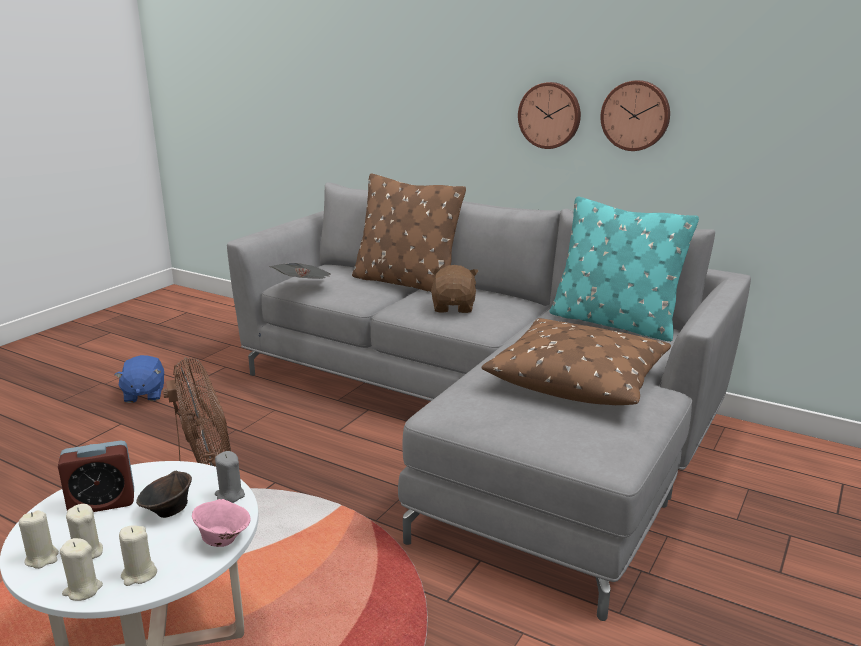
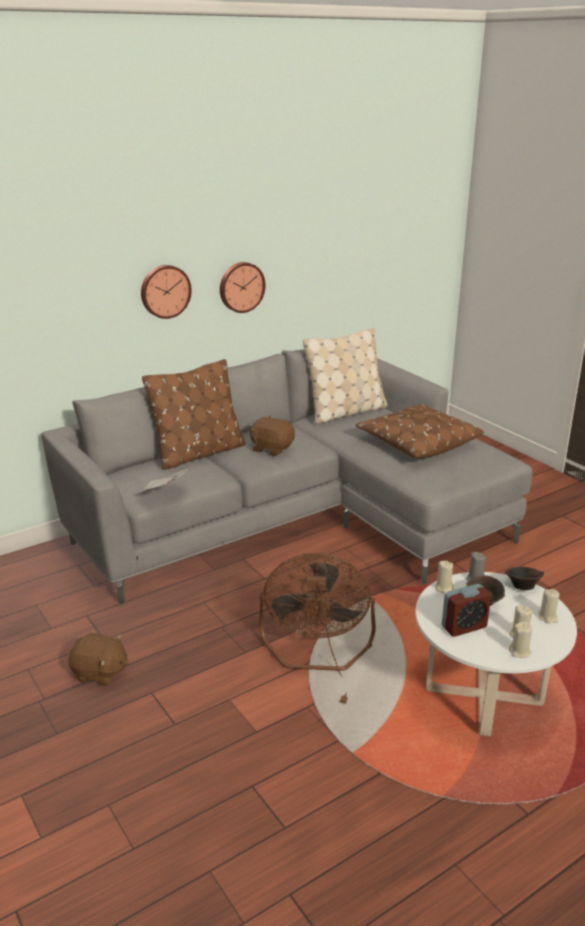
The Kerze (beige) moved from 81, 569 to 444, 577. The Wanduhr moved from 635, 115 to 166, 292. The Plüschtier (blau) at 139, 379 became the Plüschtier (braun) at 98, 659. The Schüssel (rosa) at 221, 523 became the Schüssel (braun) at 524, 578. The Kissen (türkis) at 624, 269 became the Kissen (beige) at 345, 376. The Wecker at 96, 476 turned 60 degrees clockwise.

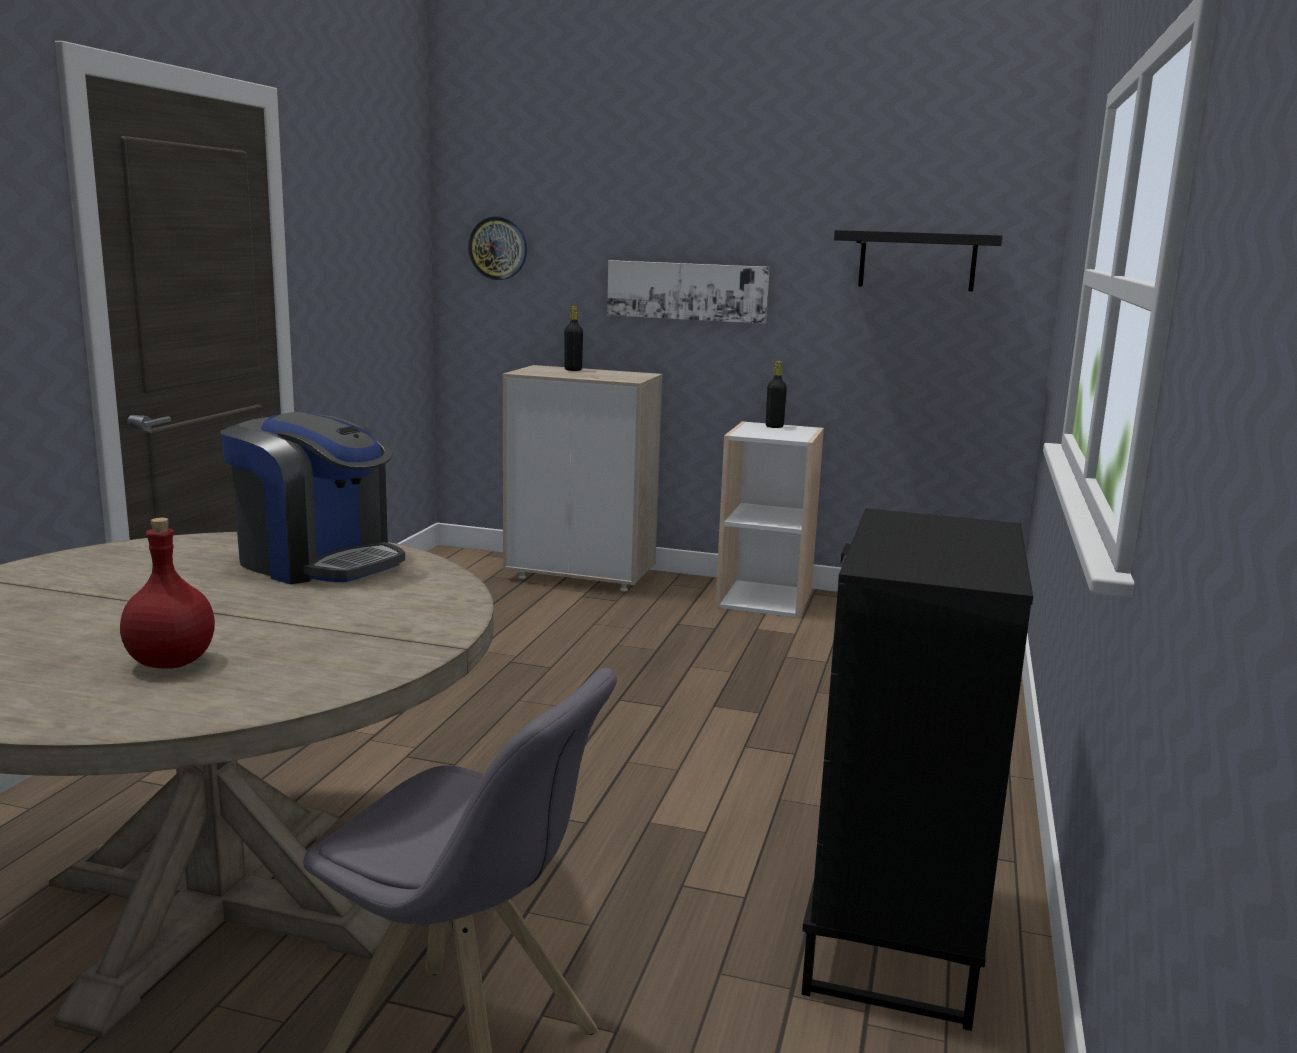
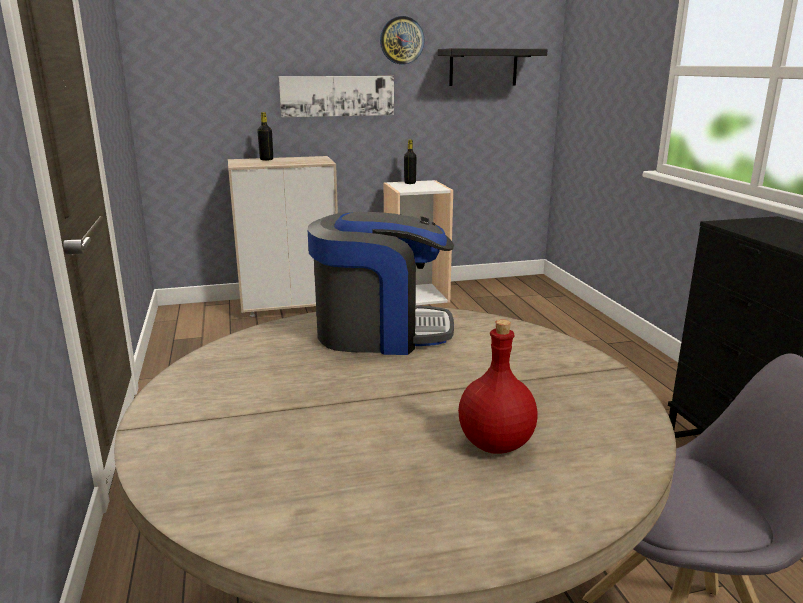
The Wanduhr moved from 497, 248 to 402, 40.

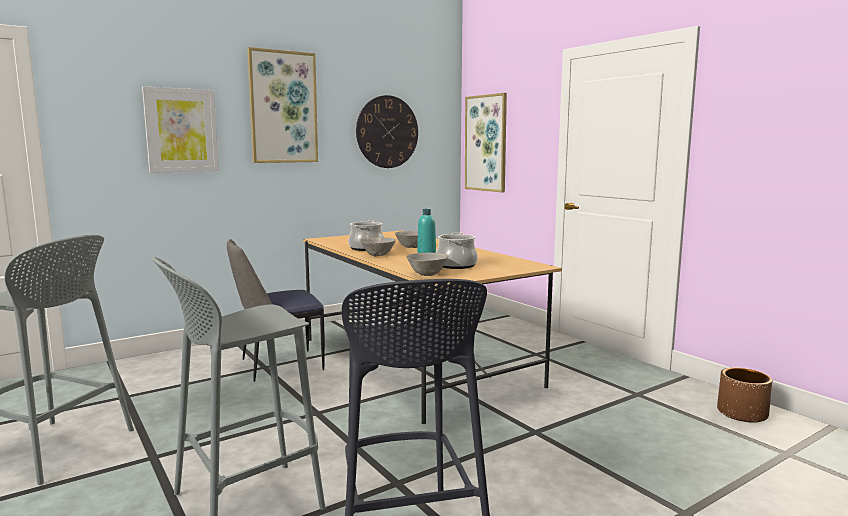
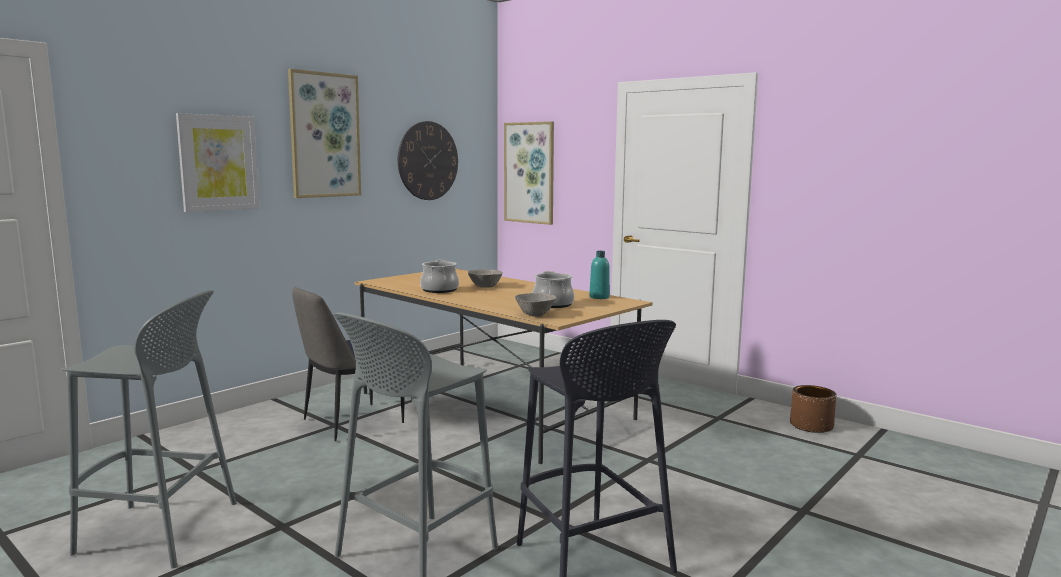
The Schüssel (grau) at 378, 246 disappeared. The Flasche (türkis) moved from 426, 231 to 599, 275.

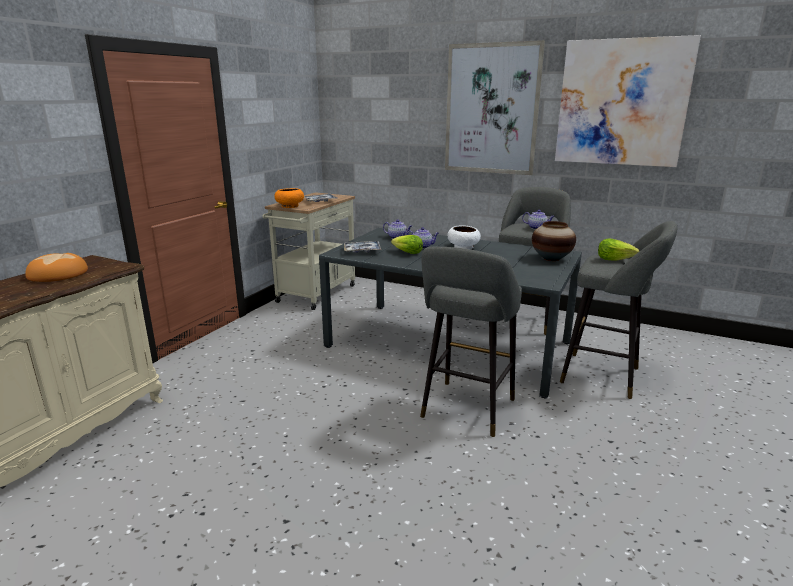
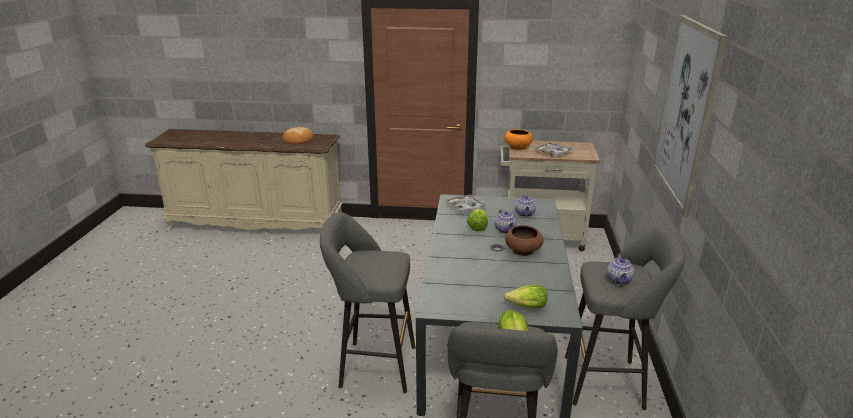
The Bild at 628, 101 disappeared. The Vase at 554, 241 was replaced by the Salatkopf at 526, 297. The Schüssel (weiß) at 464, 237 became the Schüssel (braun) at 524, 240.

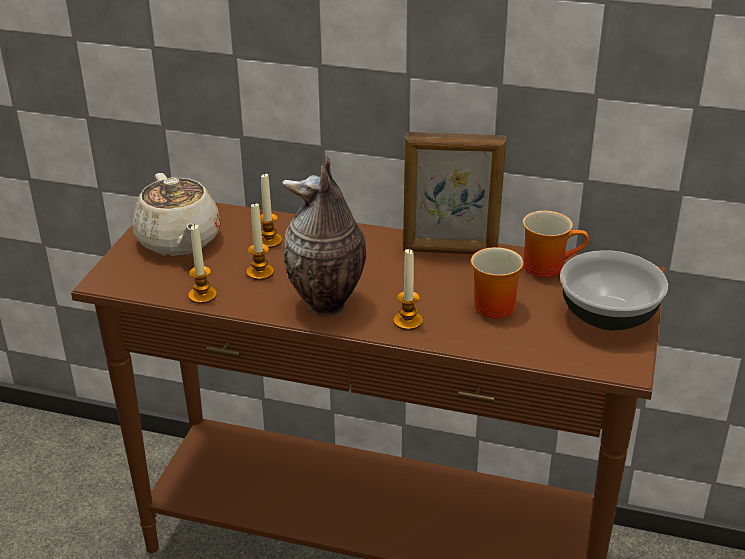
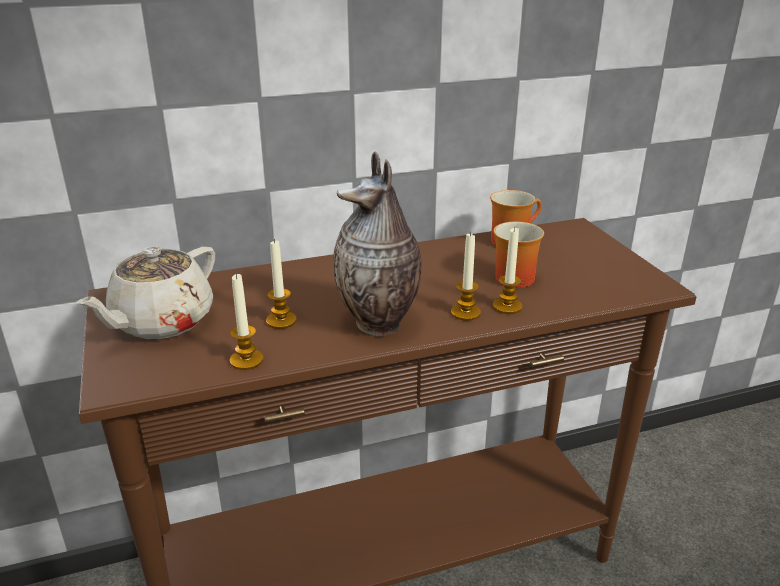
The Bilderrahmen at 454, 193 disappeared. The Schüssel at 614, 290 disappeared. The Kerze moved from 271, 210 to 508, 270. The Teekanne (beige) at 177, 214 turned 90 degrees clockwise.

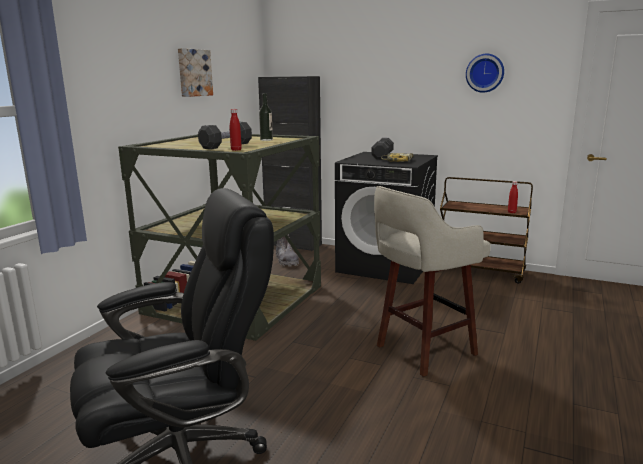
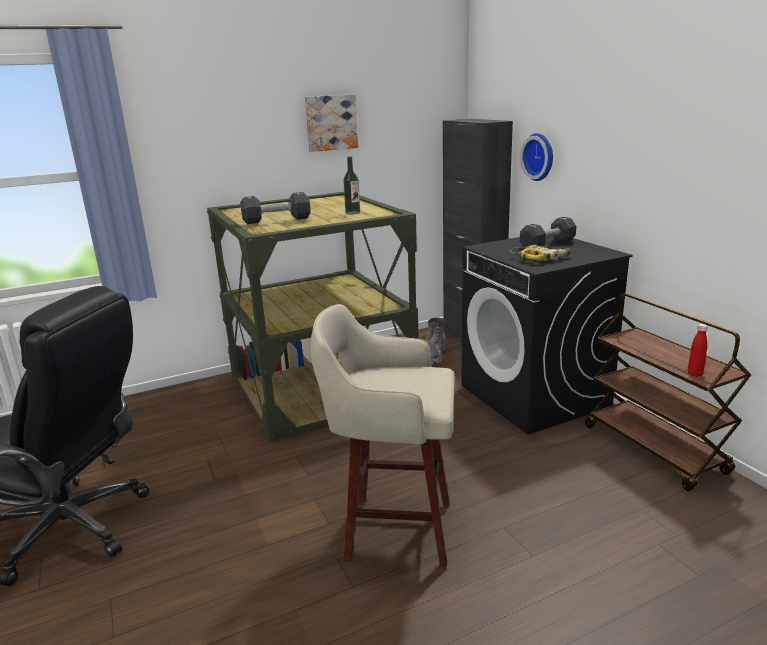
The Flasche (rot) at 236, 130 disappeared. The Wanduhr moved from 485, 73 to 536, 157.

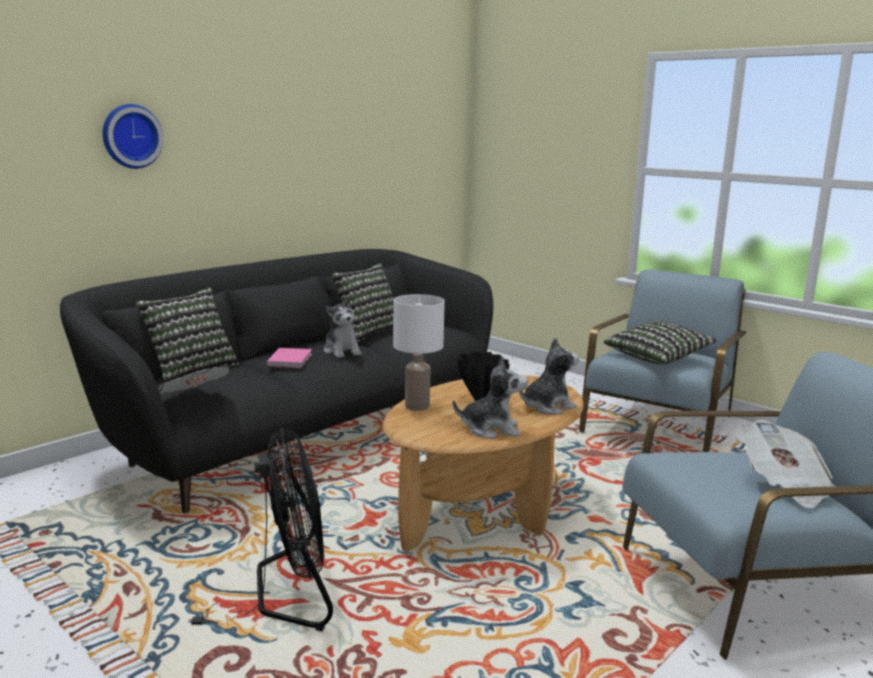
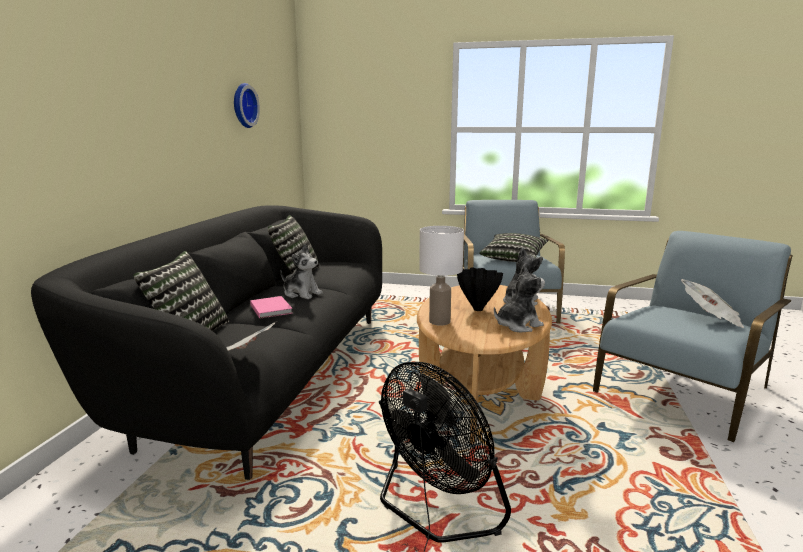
The Wanduhr moved from 133, 136 to 247, 105.

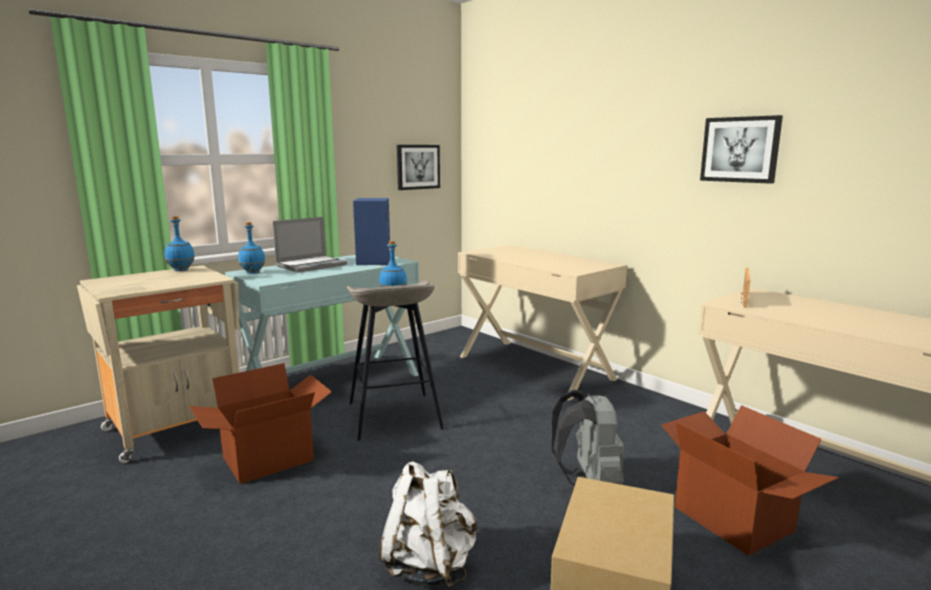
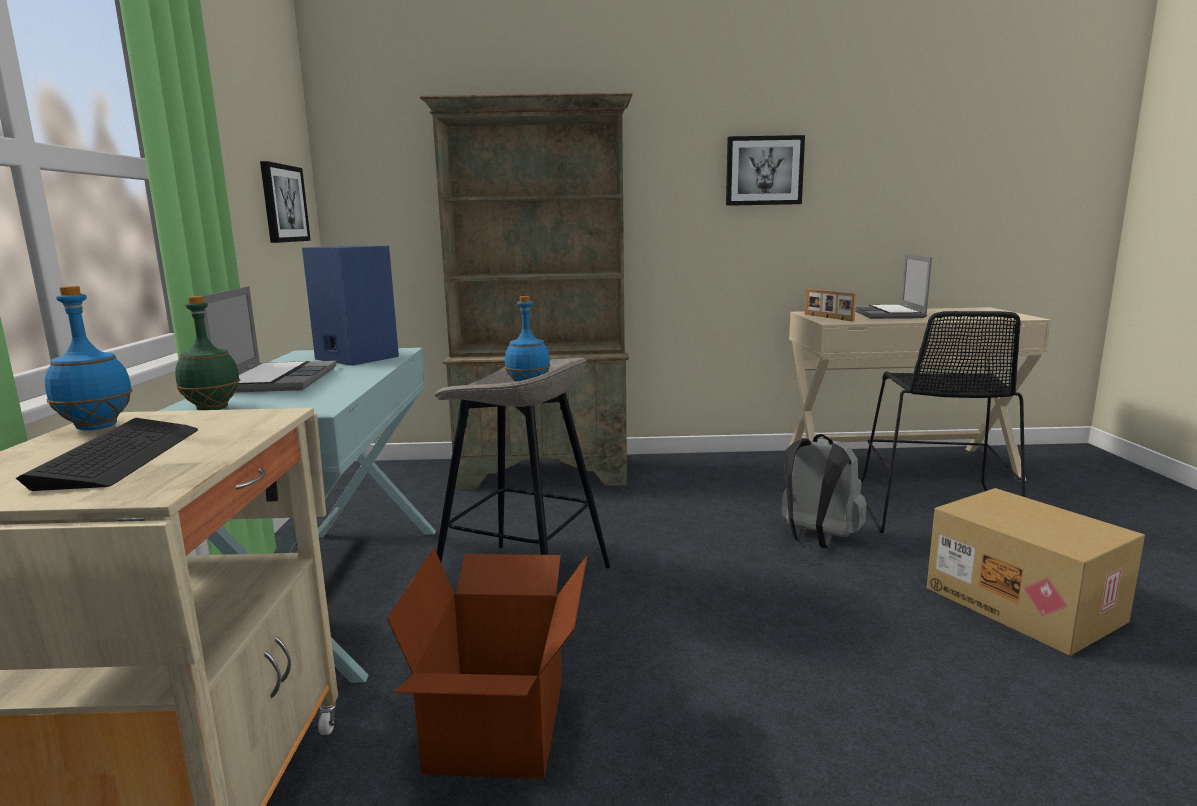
The Rucksack (weiß) at 428, 524 disappeared. The Tastatur at 107, 454 appeared. The Laptop at 893, 286 appeared. The Schreibtisch (beige) at 542, 323 was replaced by the Bücherregal (grün) at 526, 291. The Karton at 750, 480 was replaced by the Hocker (schwarz) at 943, 422. The Flasche (blau) at 251, 248 became the Flasche (grün) at 207, 353.

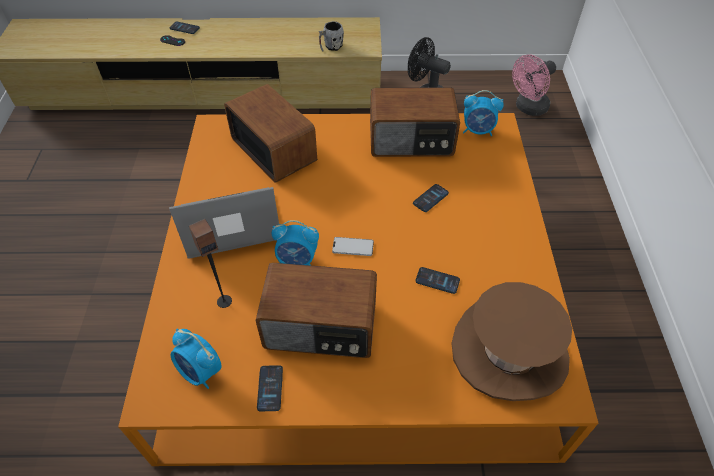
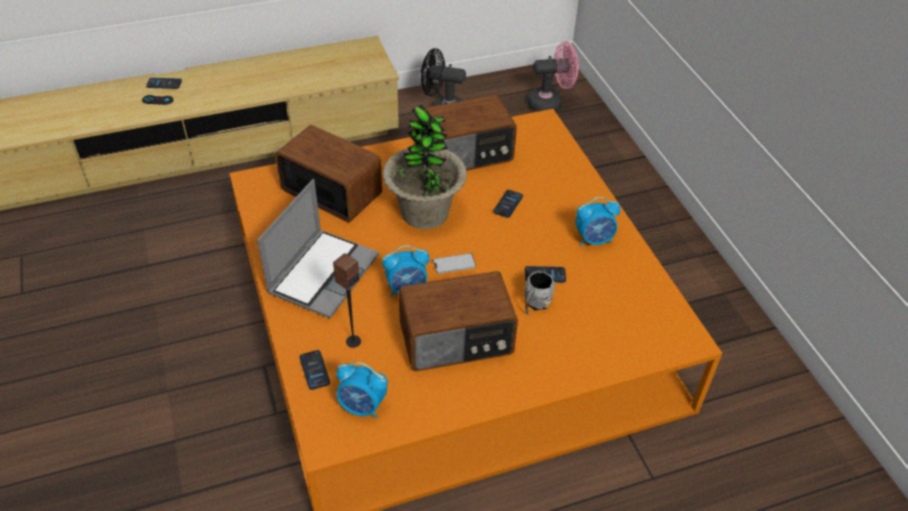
The Hut (braun) at 511, 341 disappeared. The Topfpflanze at 425, 167 appeared. The Handy moved from 270, 388 to 315, 370. The Henkelbecher (grau) moved from 331, 36 to 539, 293. The Wecker moved from 483, 113 to 597, 221. The Laptop at 224, 223 turned 150 degrees clockwise. The Ventilator (rosa) at 534, 85 turned 135 degrees counterclockwise.

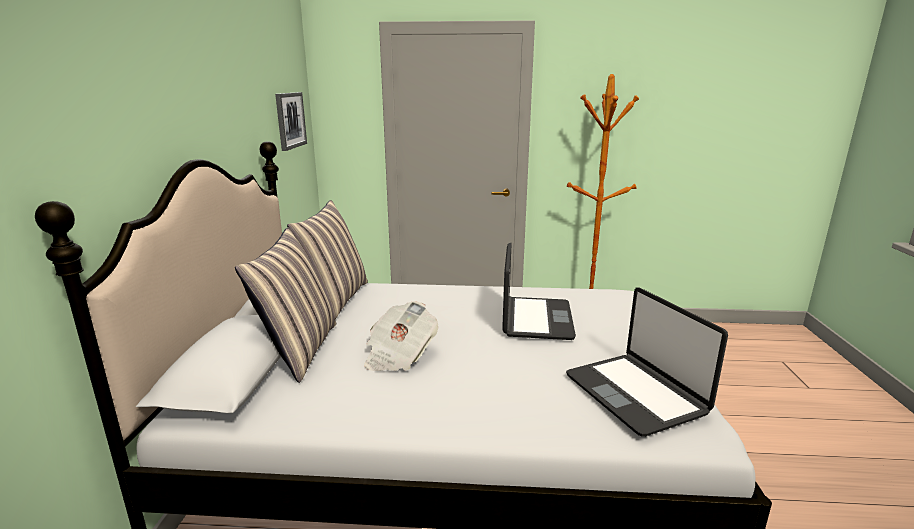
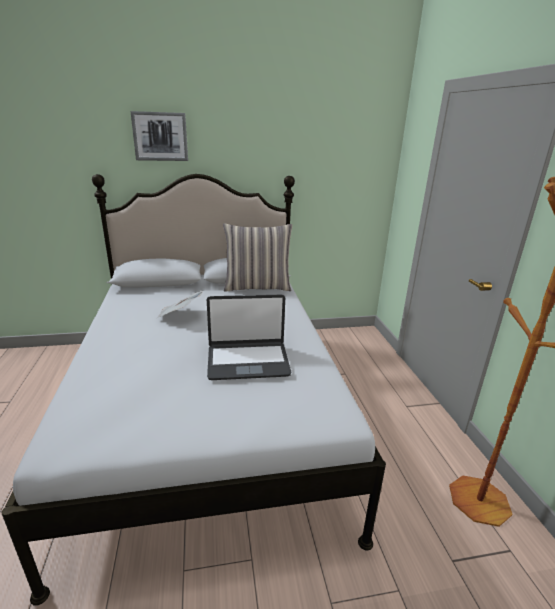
The Kissen at 285, 305 disappeared. The Laptop at 647, 362 disappeared. The Bild moved from 291, 121 to 159, 136.

